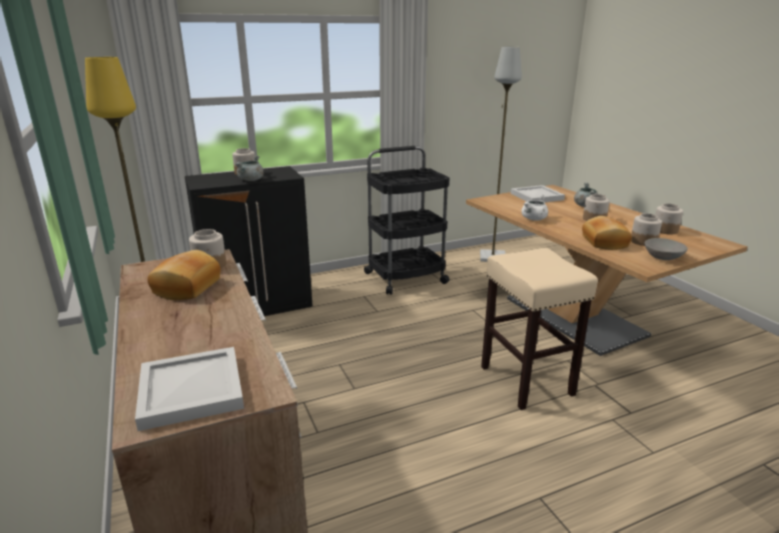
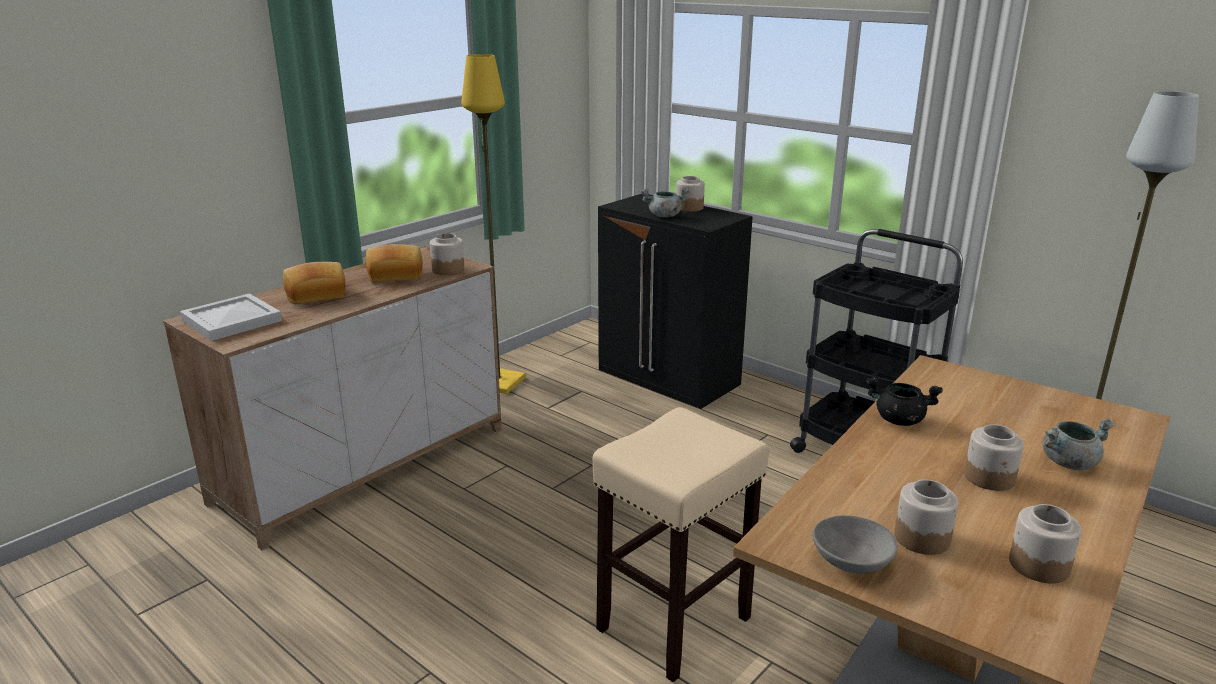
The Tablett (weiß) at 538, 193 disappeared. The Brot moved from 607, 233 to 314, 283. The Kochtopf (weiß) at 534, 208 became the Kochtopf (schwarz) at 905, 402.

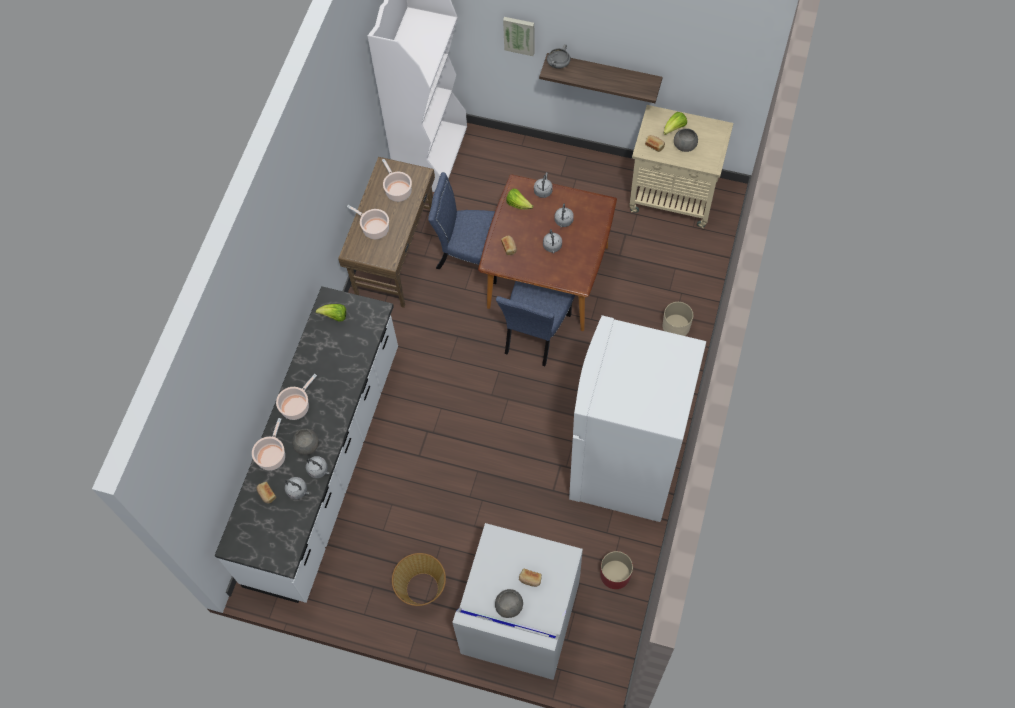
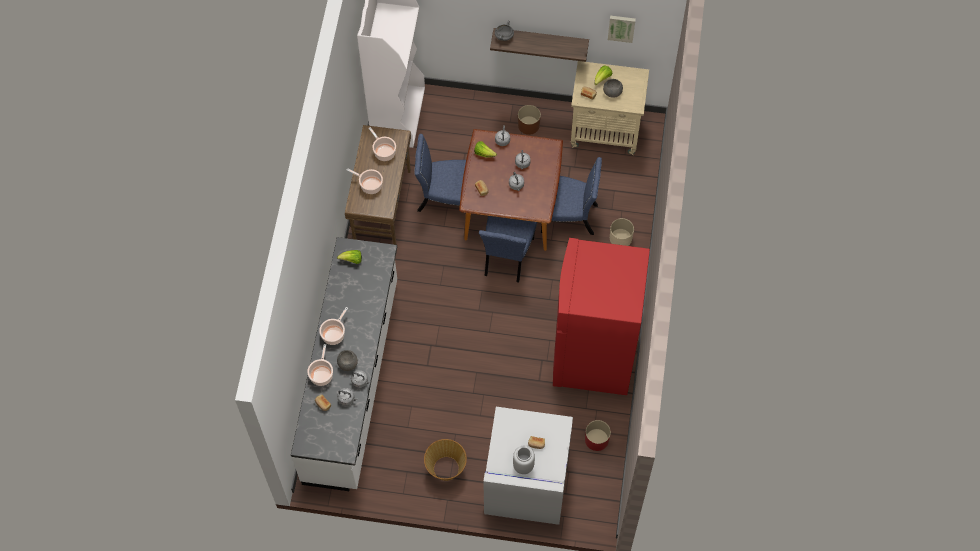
The Pflanzkübel (braun) at 529, 120 appeared. The Stuhl (blau) at 571, 196 appeared. The Bild moved from 519, 36 to 622, 29. The Schüssel (grau) at 509, 603 was replaced by the Vase (grau) at 524, 460. The Kühlschrank (weiß) at 637, 418 became the Kühlschrank (rot) at 601, 316.

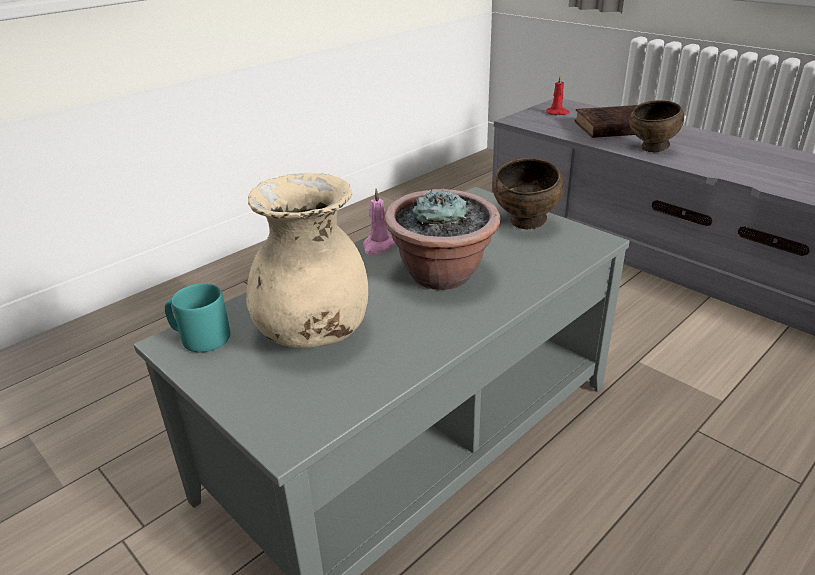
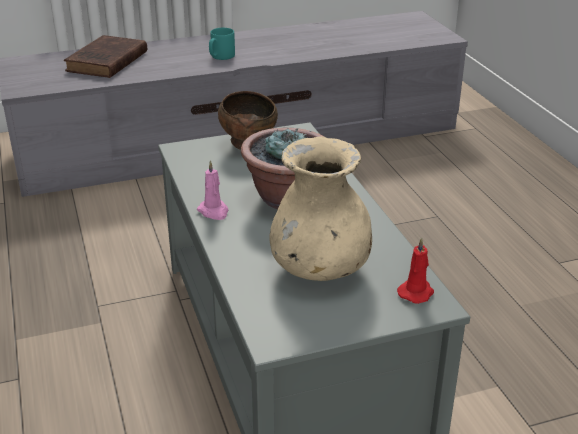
The Schüssel (braun) at 656, 126 disappeared. The Henkelbecher (türkis) moved from 197, 317 to 222, 44. The Kerze (rot) moved from 558, 94 to 415, 271.

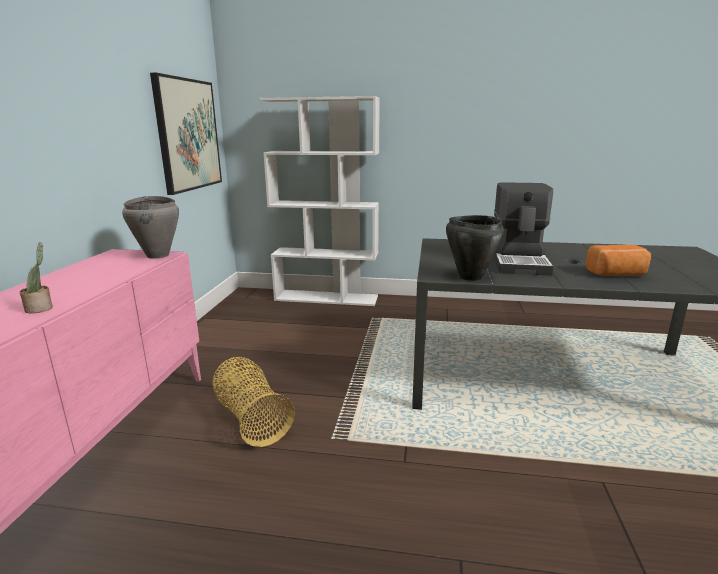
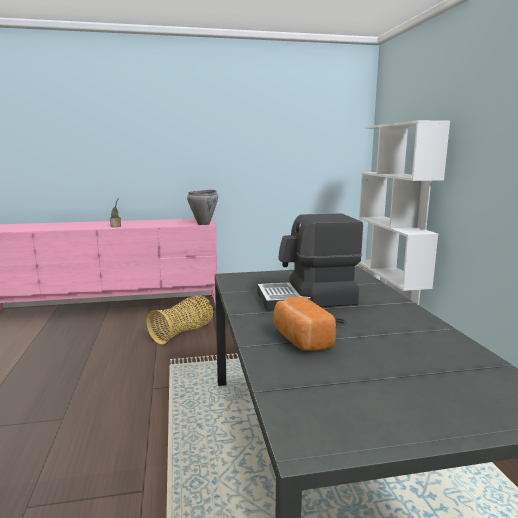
The Bild at 186, 134 disappeared. The Kochtopf (schwarz) at 475, 248 disappeared.

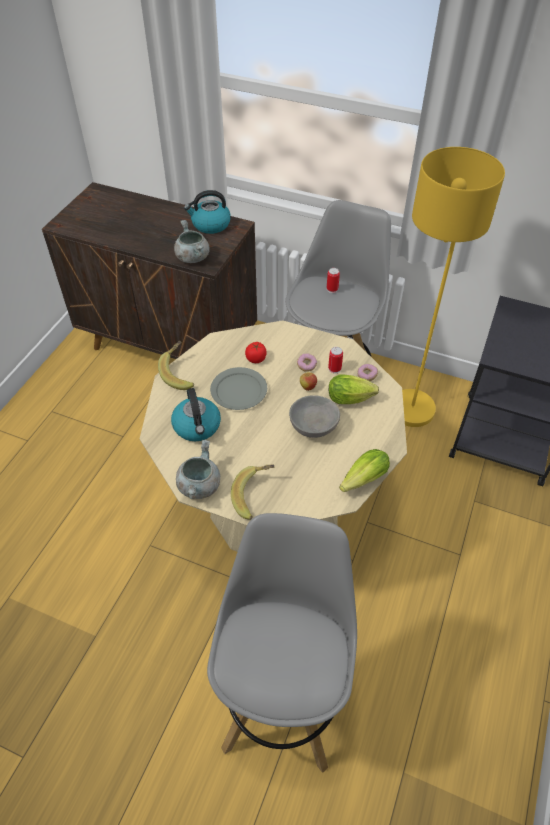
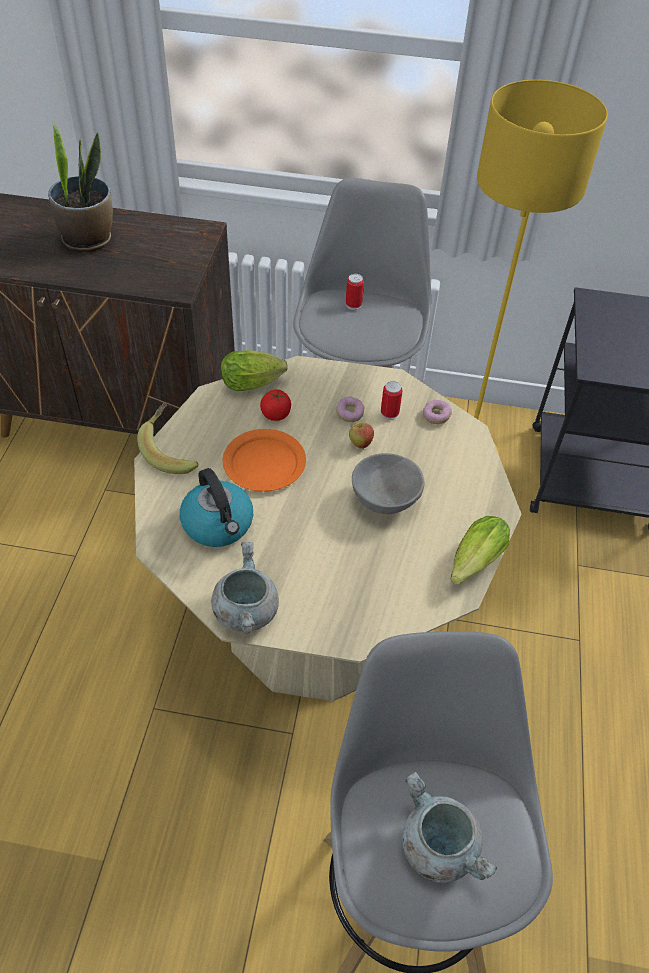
The Wasserkessel at 207, 212 disappeared. The Banane at 252, 492 disappeared. The Topfpflanze at 80, 187 appeared. The Kochtopf (grau) moved from 192, 241 to 449, 827. The Salatkopf moved from 354, 389 to 254, 370. The Teller (grau) at 238, 388 became the Teller (orange) at 264, 460.

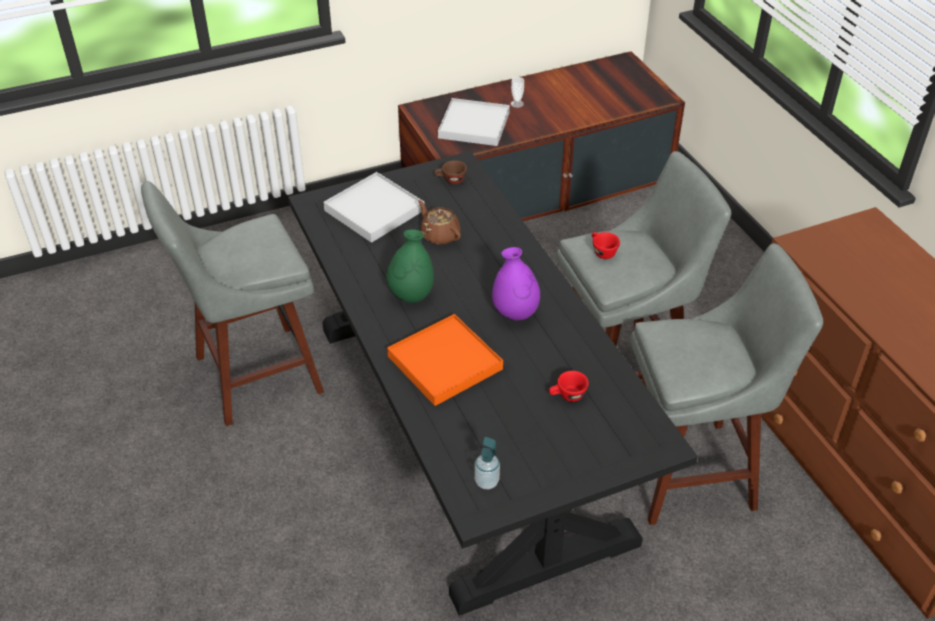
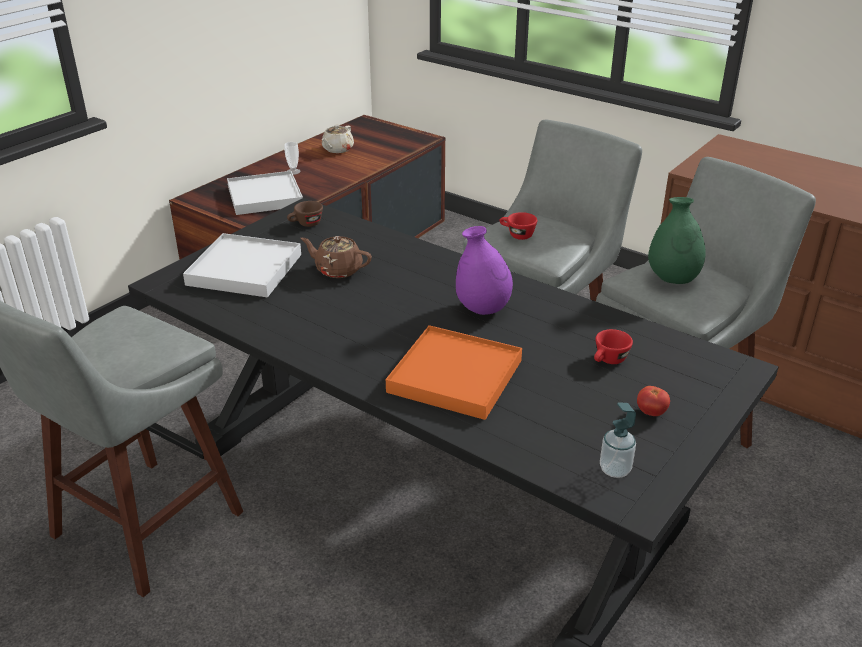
The Teekanne (beige) at 338, 138 appeared. The Tomate at 653, 401 appeared. The Vase (grün) moved from 410, 266 to 677, 240.

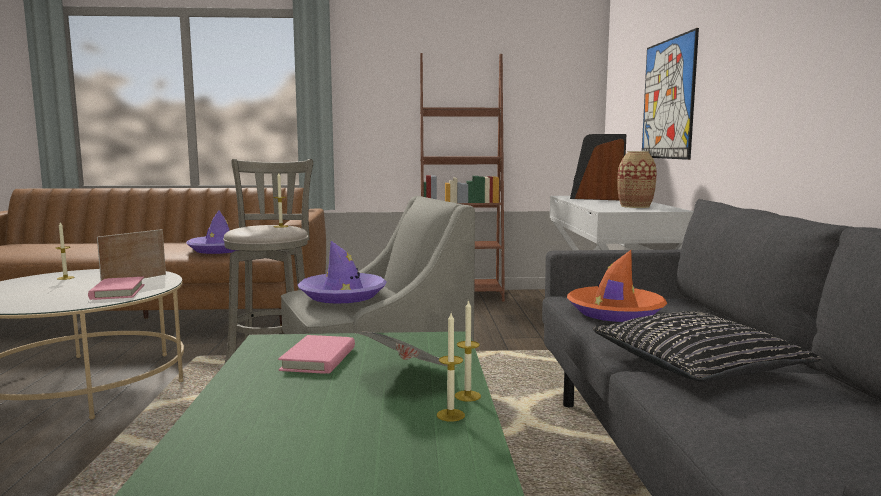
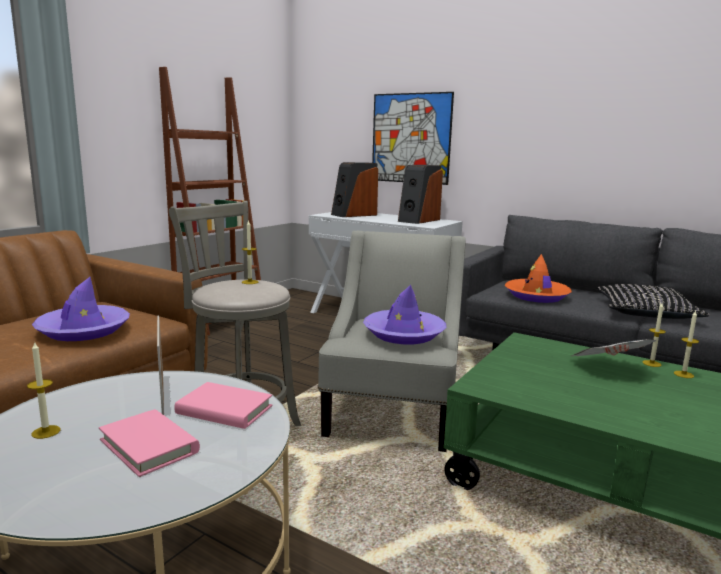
The Buch (rosa) moved from 316, 354 to 149, 443. The Vase at 637, 179 was replaced by the Lautsprecher at 420, 194.

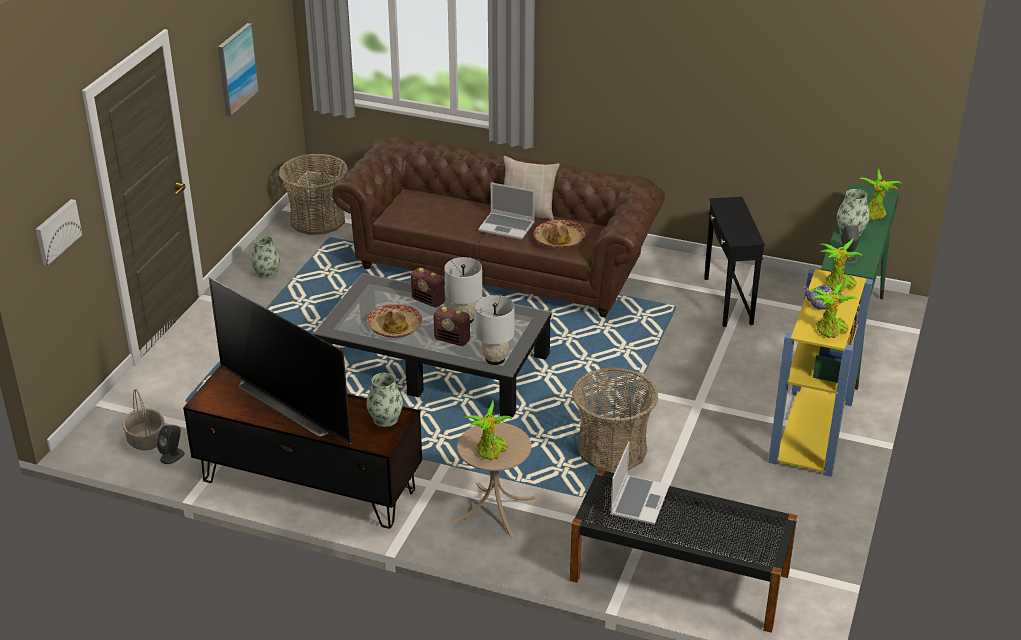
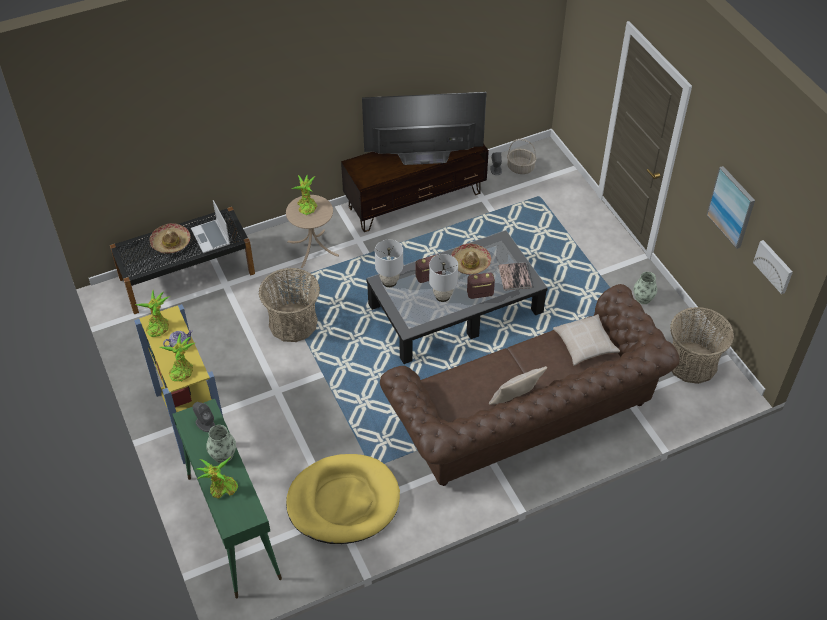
The Vase at 384, 400 disappeared. The Laptop at 506, 211 disappeared. The Buch at 515, 276 appeared. The Kissen (beige) at 586, 340 appeared. The Bild moved from 58, 232 to 773, 267. The Hut moved from 559, 234 to 170, 238. The Beistelltisch (schwarz) at 734, 262 was replaced by the Hundebett (gelb) at 343, 499.

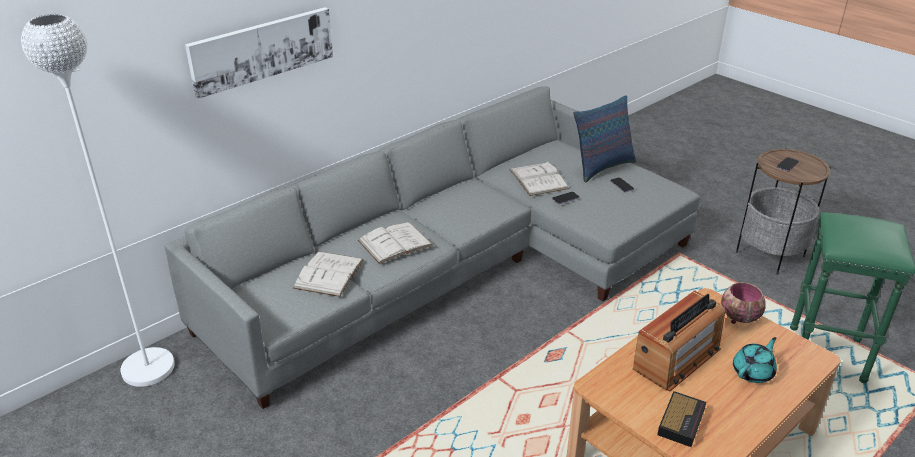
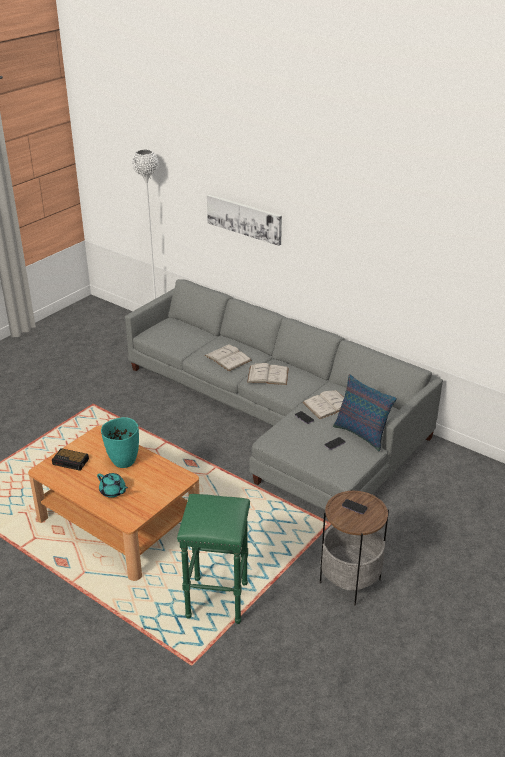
The Schüssel at 743, 303 disappeared. The Buch (weiß) moved from 328, 274 to 268, 374. The Radio at 679, 341 was replaced by the Vase (türkis) at 120, 442.

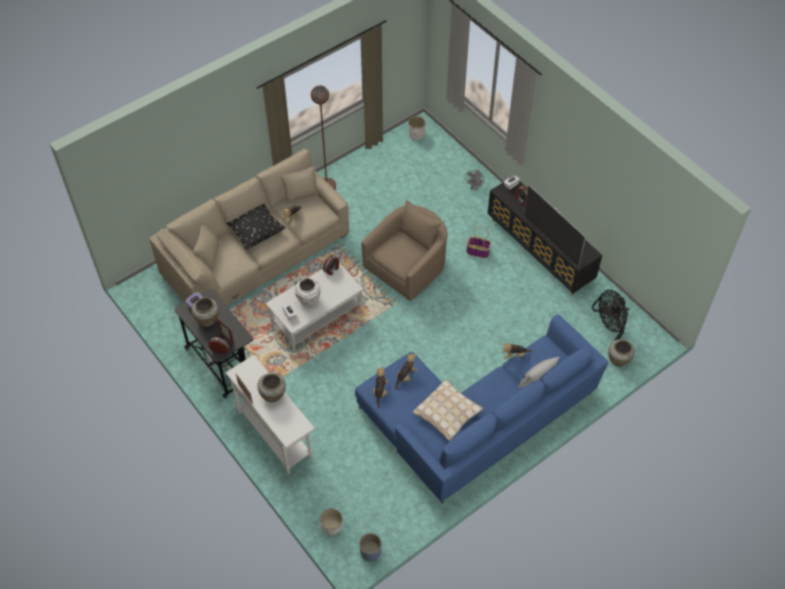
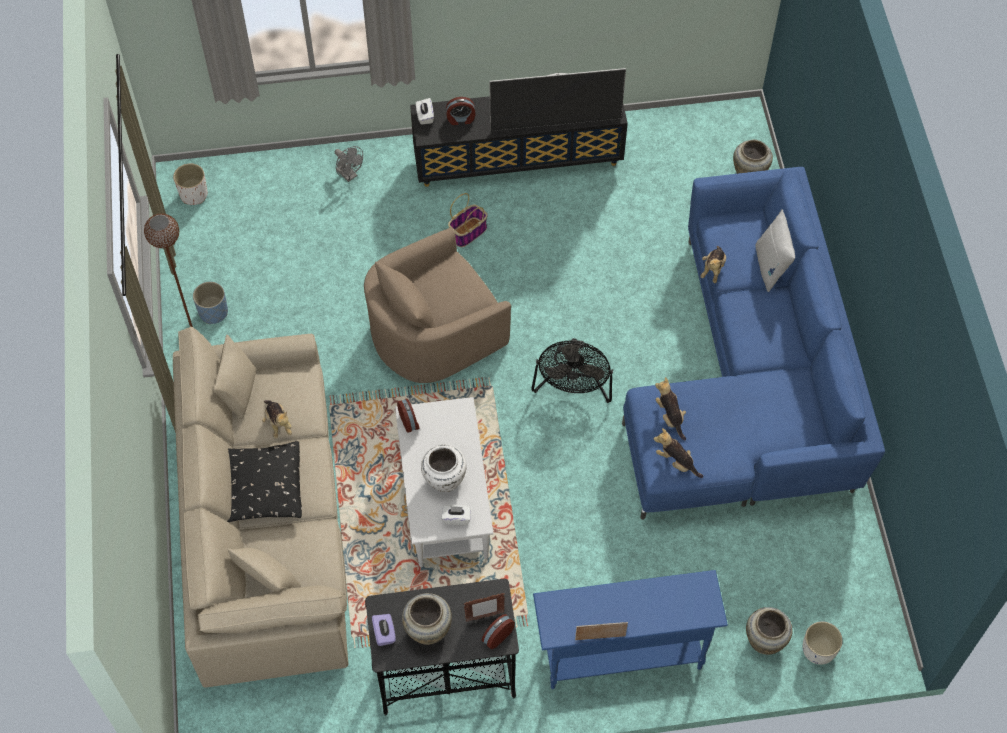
The Kissen (beige) at 448, 410 disappeared. The Vase (beige) moved from 271, 387 to 769, 631. The Pflanzkübel (blau) moved from 370, 547 to 210, 303. The Ventilator (schwarz) moved from 611, 315 to 572, 370. The Konsolentisch (weiß) at 270, 415 became the Konsolentisch (blau) at 630, 629. The Sessel (beige) at 404, 250 turned 105 degrees counterclockwise.

